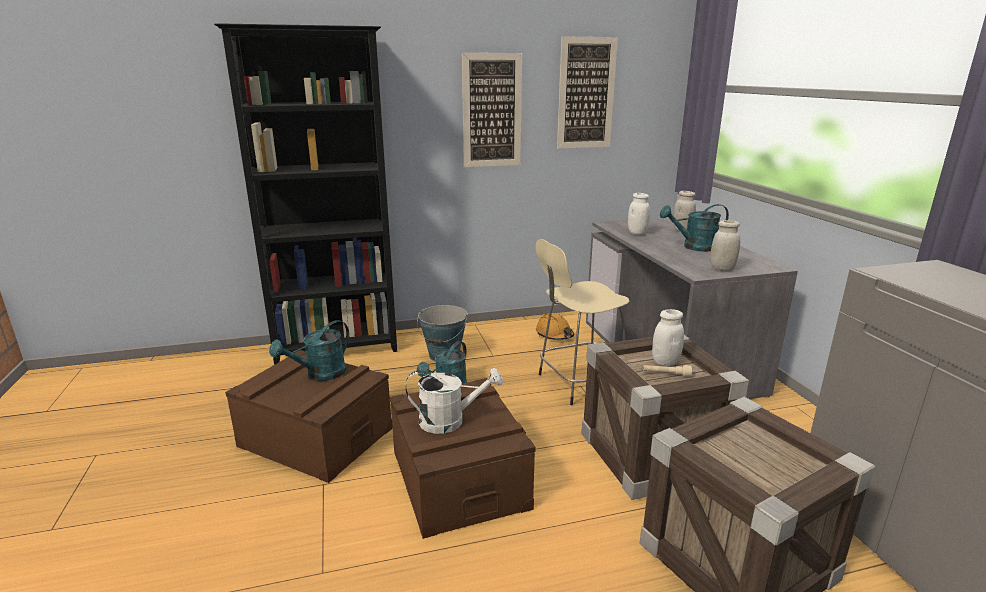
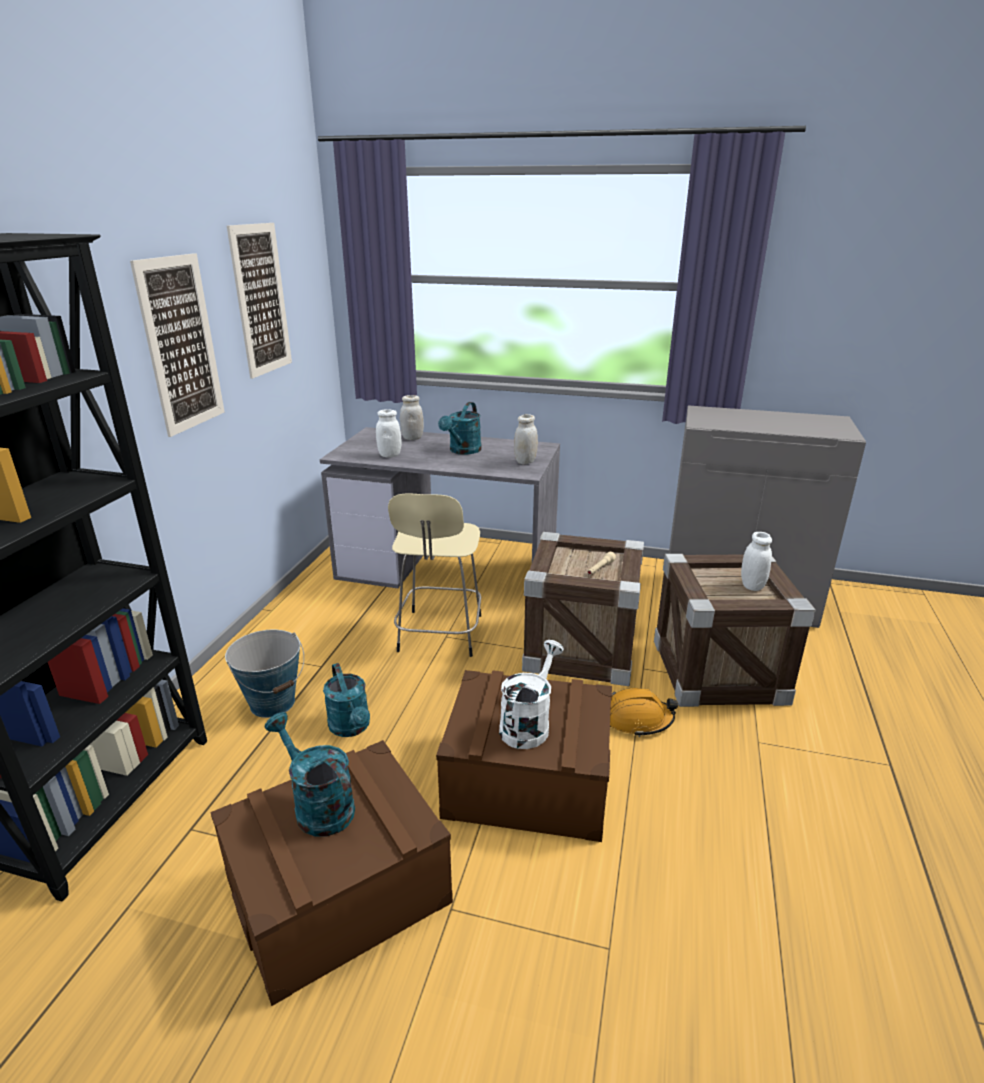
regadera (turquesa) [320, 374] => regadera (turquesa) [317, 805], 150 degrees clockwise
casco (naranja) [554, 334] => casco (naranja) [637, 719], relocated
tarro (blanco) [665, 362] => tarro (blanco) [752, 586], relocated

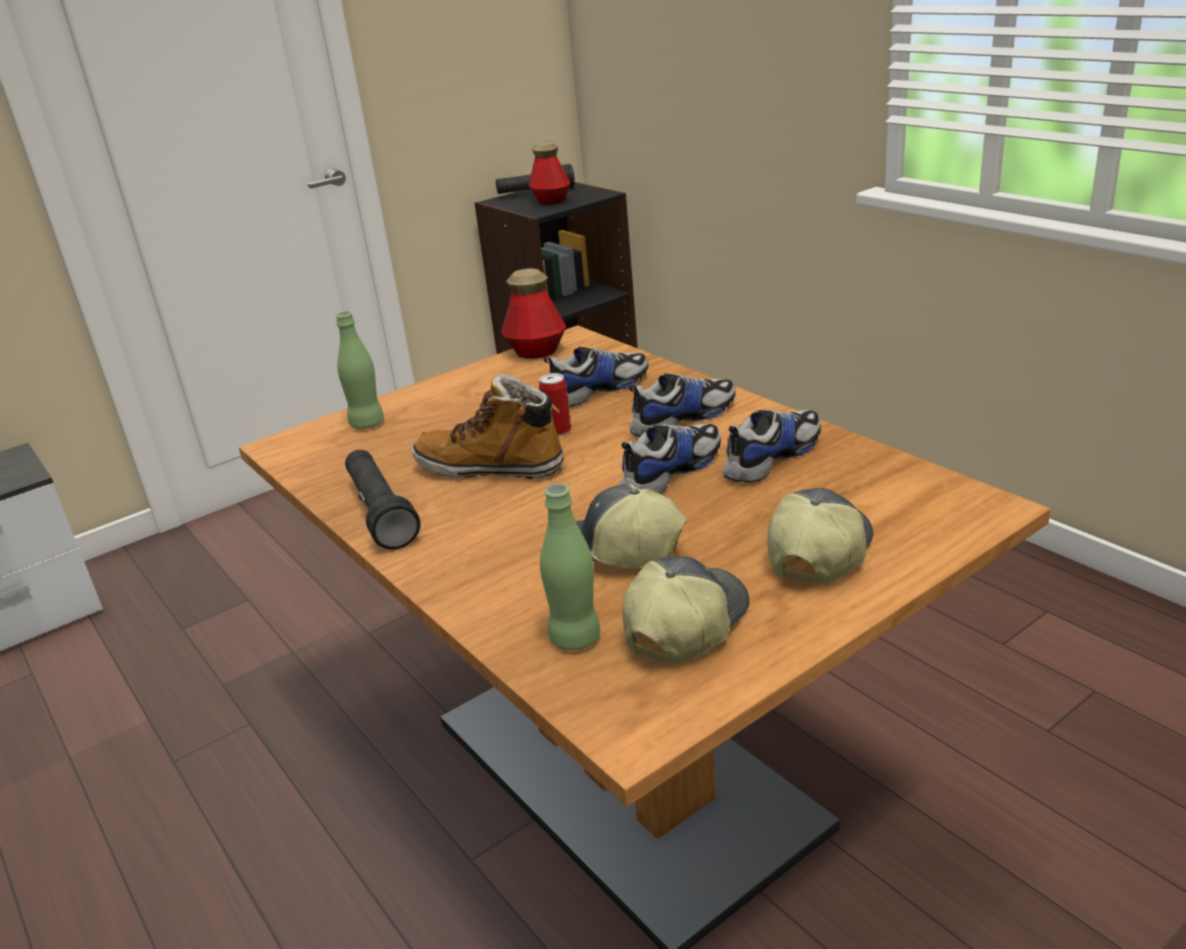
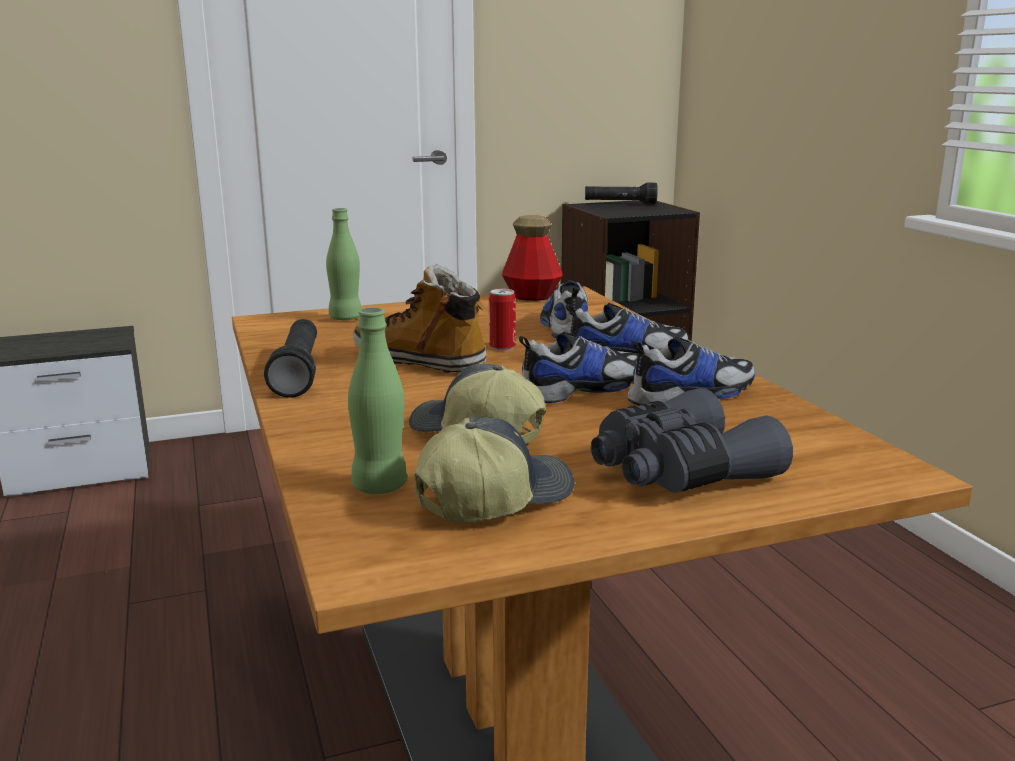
zapato [597, 389] => zapato [563, 327], 75 degrees counterclockwise
gorra [818, 552] => prismáticos (gris) [678, 471]
botella [551, 201] => nothing

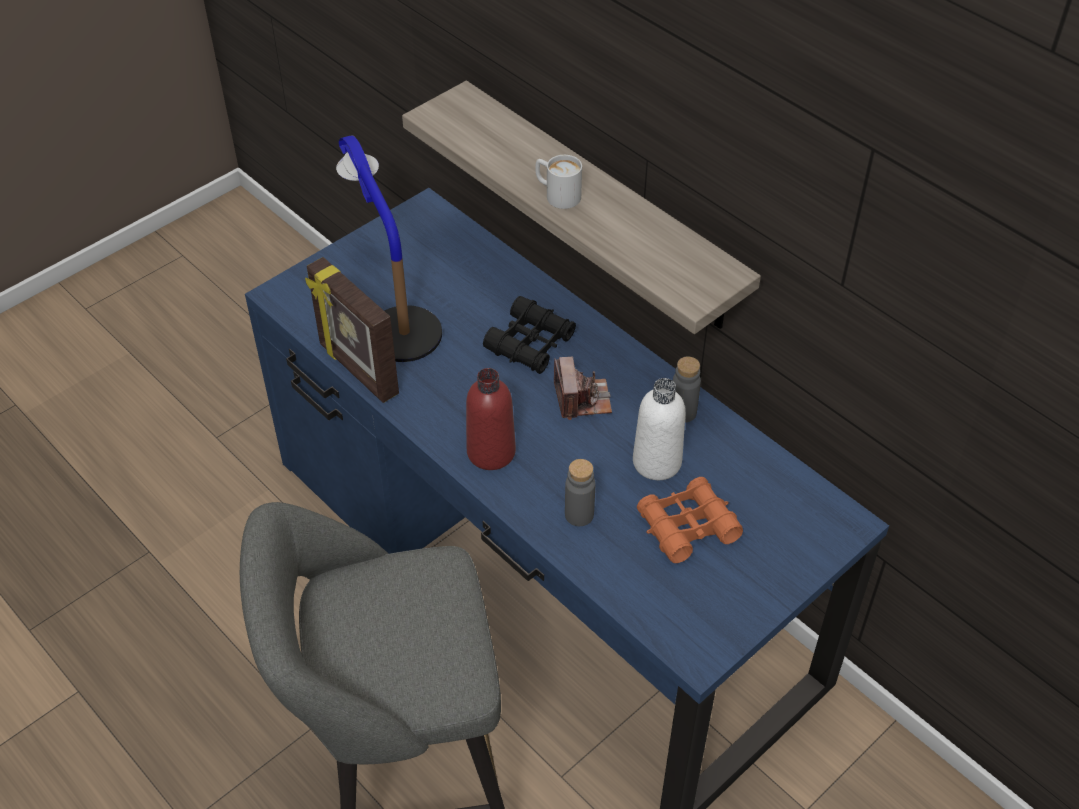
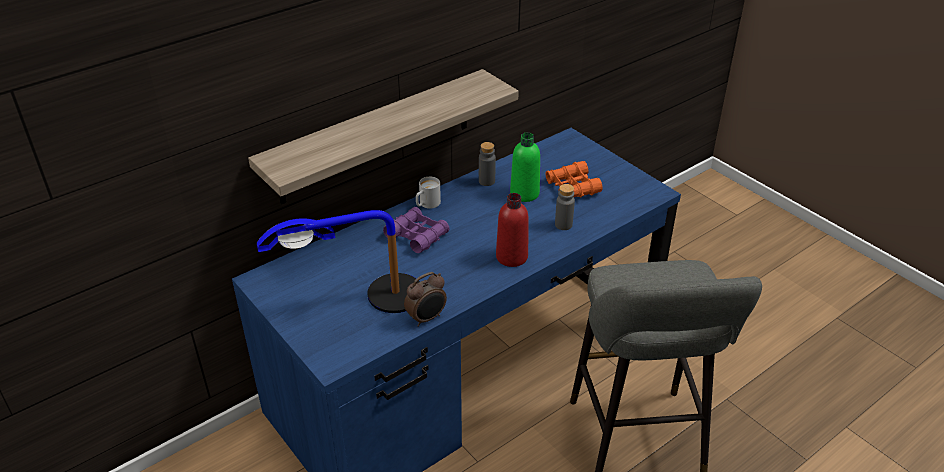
prismáticos (negro) [530, 343] => prismáticos (morado) [417, 236]
portarretratos [357, 370] => despertador [427, 318]
taza grande (blanco) [557, 194] => taza grande (blanco) [427, 204], relocated
botella (blanco) [657, 462] => botella (verde) [524, 193]
cámara [582, 399] => nothing

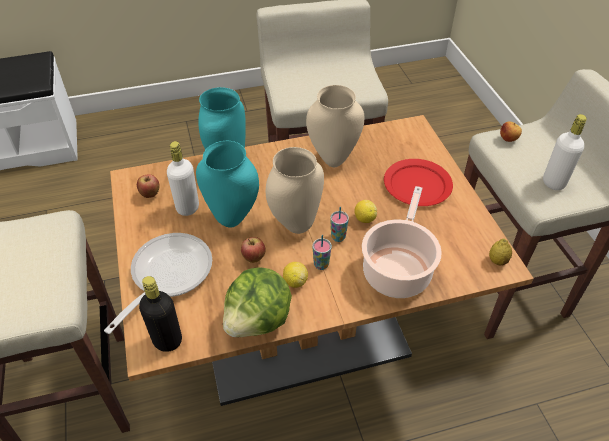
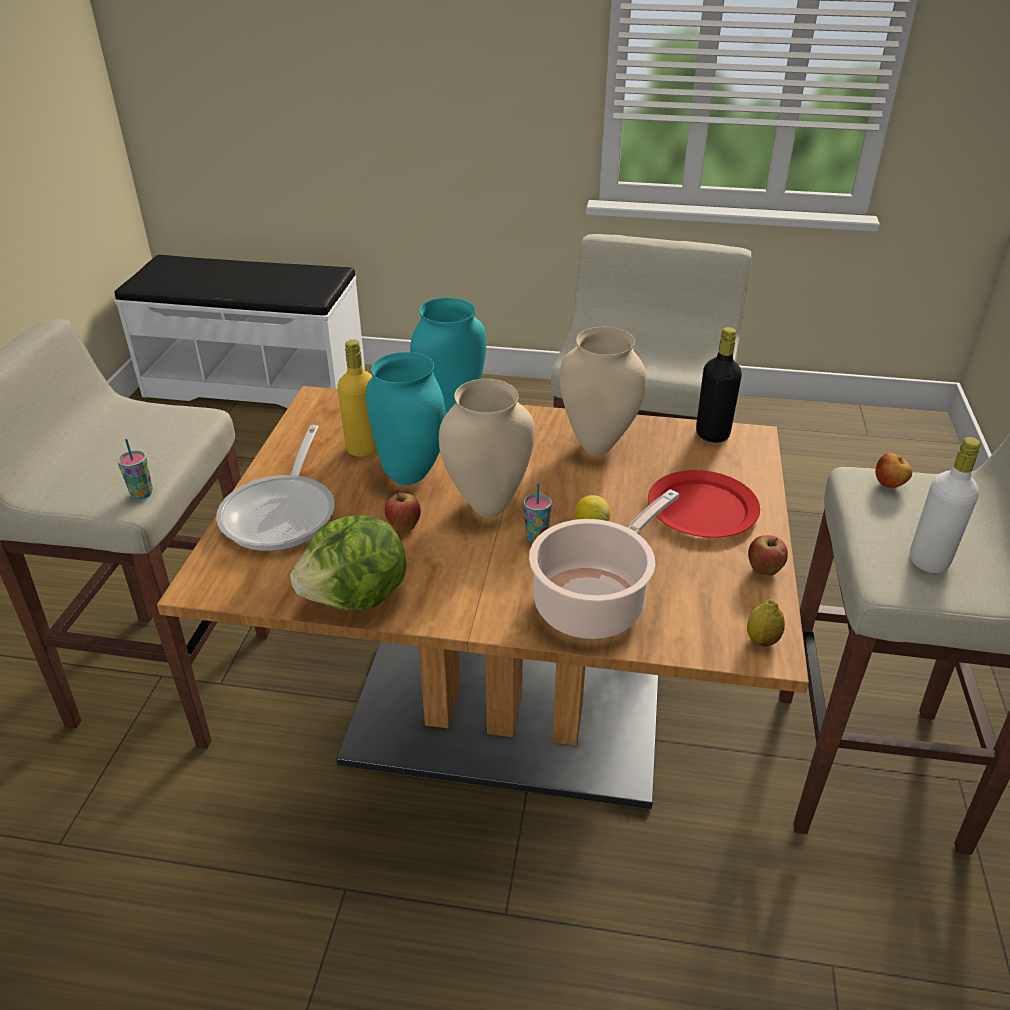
taza [321, 265] => taza [142, 494], relocated
sartén [167, 275] => sartén [283, 512], 135 degrees clockwise
botella (blanco) [187, 208] => botella (amarillo) [363, 448]
botella (negro) [167, 340] => botella (negro) [712, 434], relocated
manzana [150, 195] => manzana [763, 571], relocated
limón [295, 281] => nothing

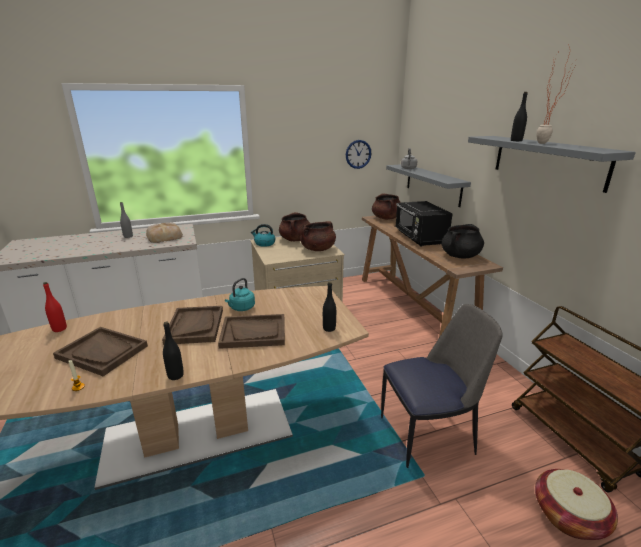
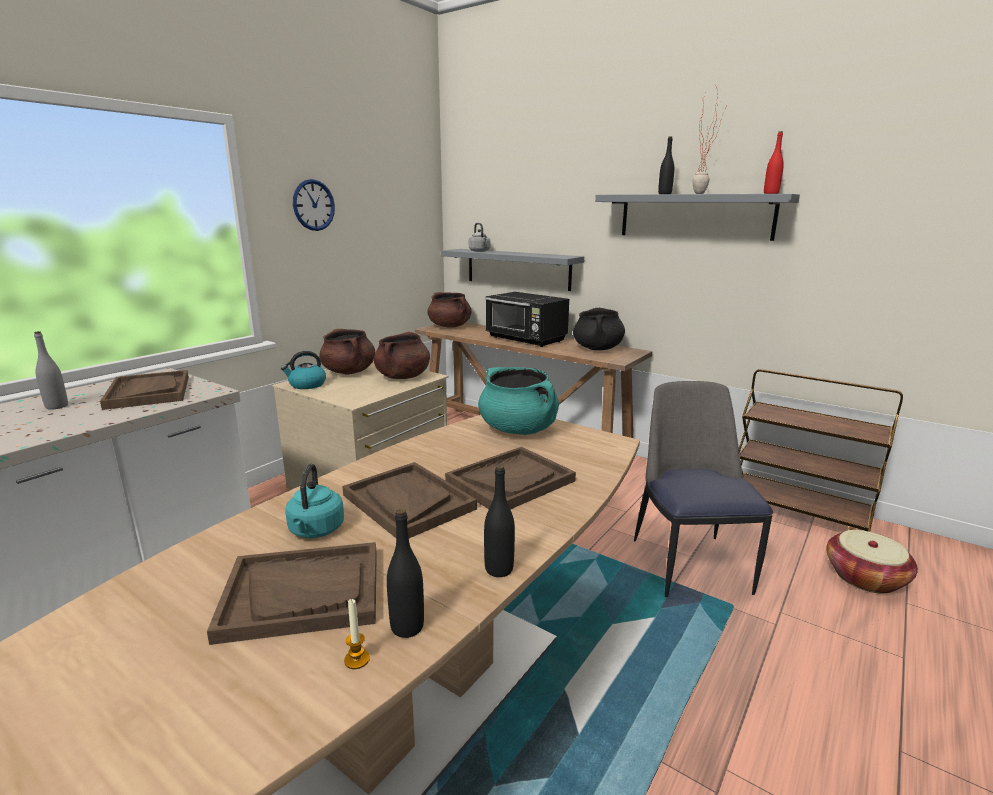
pan [165, 236] => bandeja (marrón) [148, 392]
hervidor (turquesa) [241, 308] => hervidor (turquesa) [315, 531], relocated
reloj de pared [358, 154] => reloj de pared [313, 205], relocated
botella (negro) [329, 328] => botella (negro) [407, 627], relocated
nothing => olla (turquesa) [518, 429]
silla [428, 434] => silla [689, 563], 45 degrees counterclockwise
botella (rojo) [59, 329] => botella (rojo) [771, 193], relocated

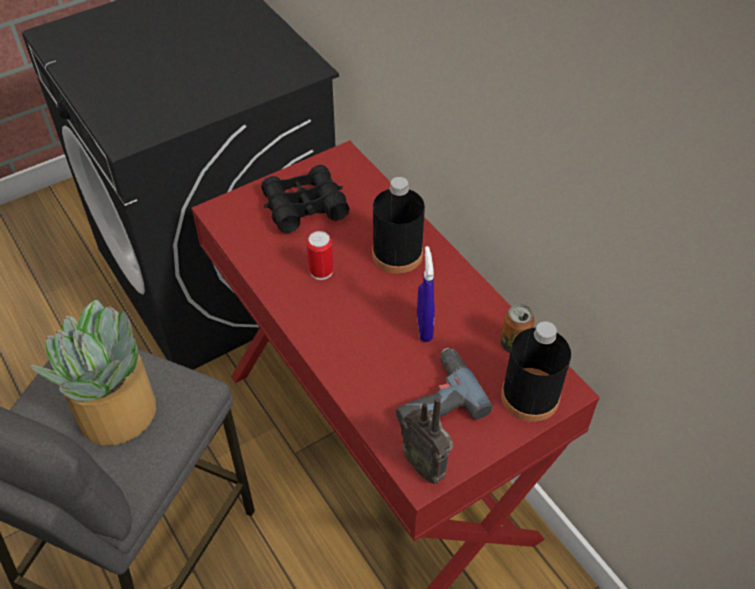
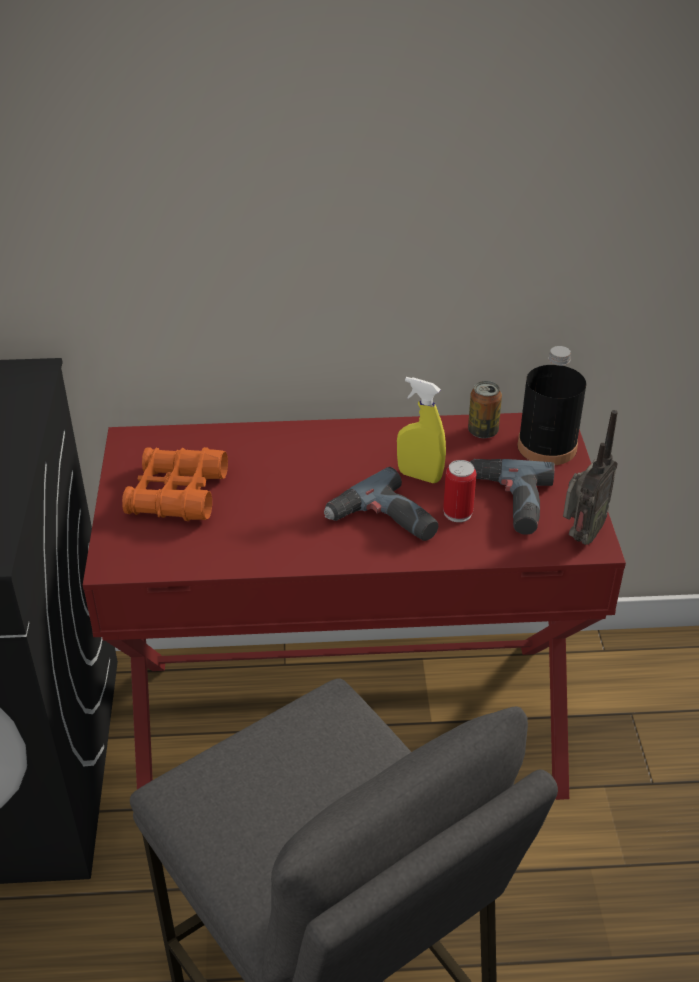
prismáticos (negro) [304, 206] => prismáticos (naranja) [177, 494]
nothing => taladro [383, 523]
pulverizador (azul) [424, 328] => pulverizador (amarillo) [419, 476]
lata [321, 271] => lata [457, 513], relocated
radio [426, 464] => radio [580, 537], 45 degrees counterclockwise
planta en maceta [116, 414] => nothing
botella (negro) [397, 254] => nothing

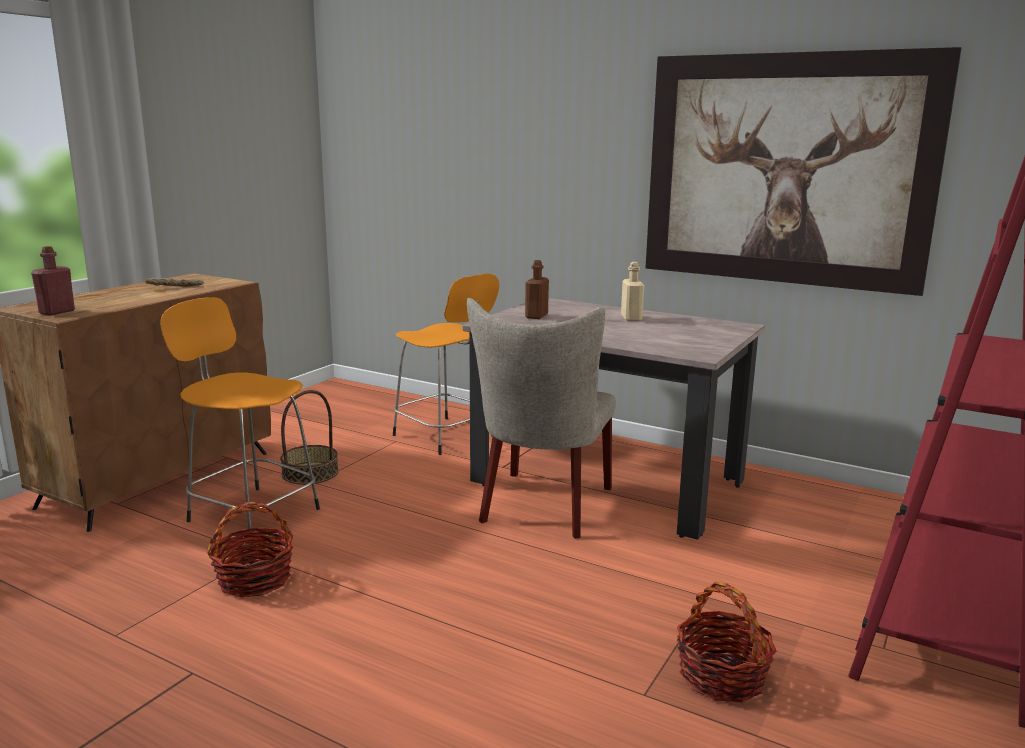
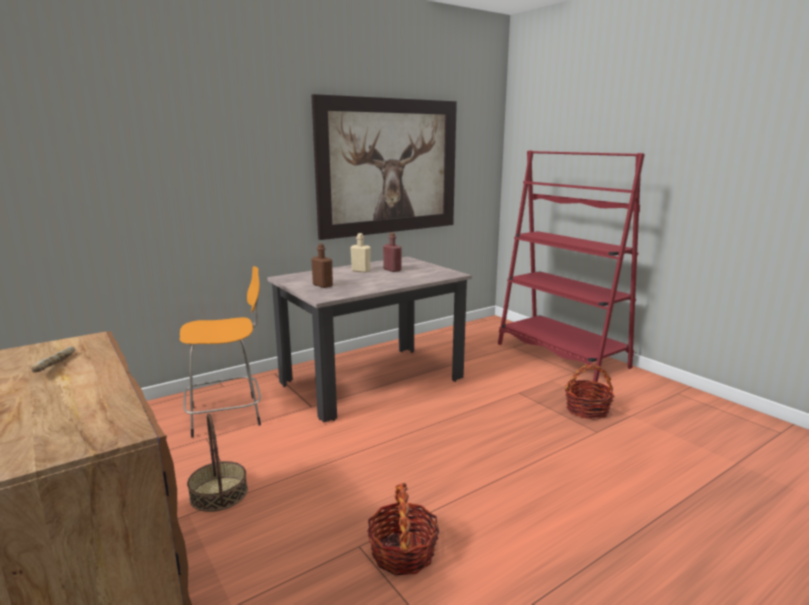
botella (rojo) [57, 312] => botella (rojo) [392, 270], relocated
taburete (naranja) [251, 514] => nothing
silla (beis) [543, 508] => nothing

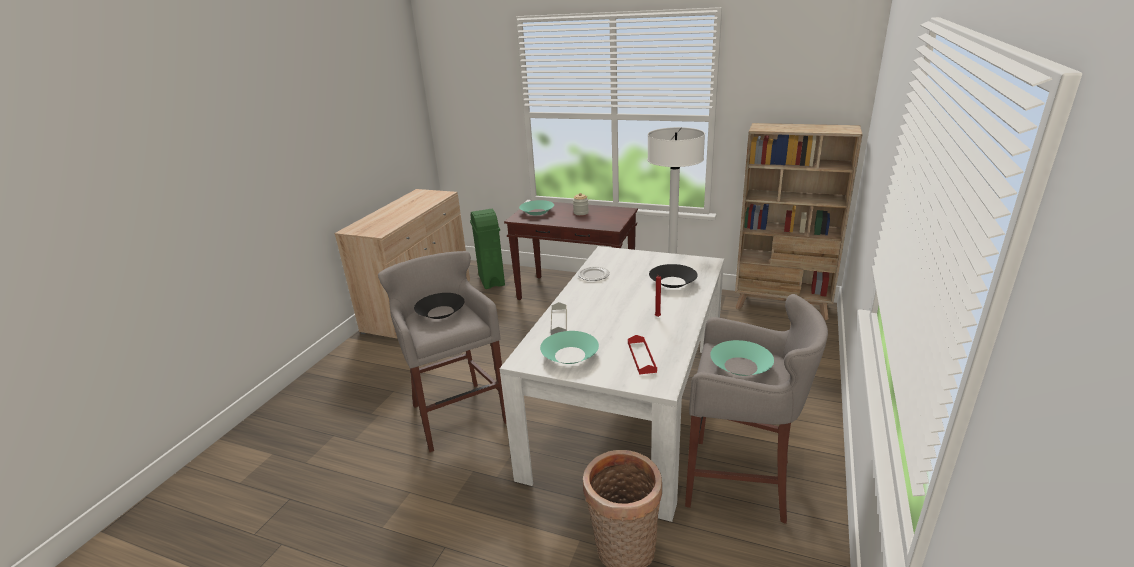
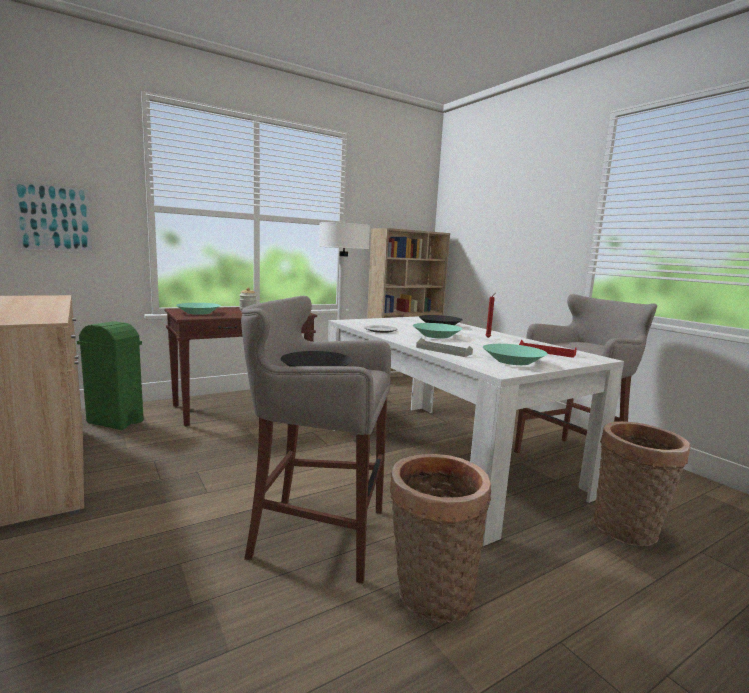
nothing => cuadro [53, 218]
nothing => cesta [430, 595]
cuenco (turquesa) [740, 366] => cuenco (turquesa) [436, 336], relocated

